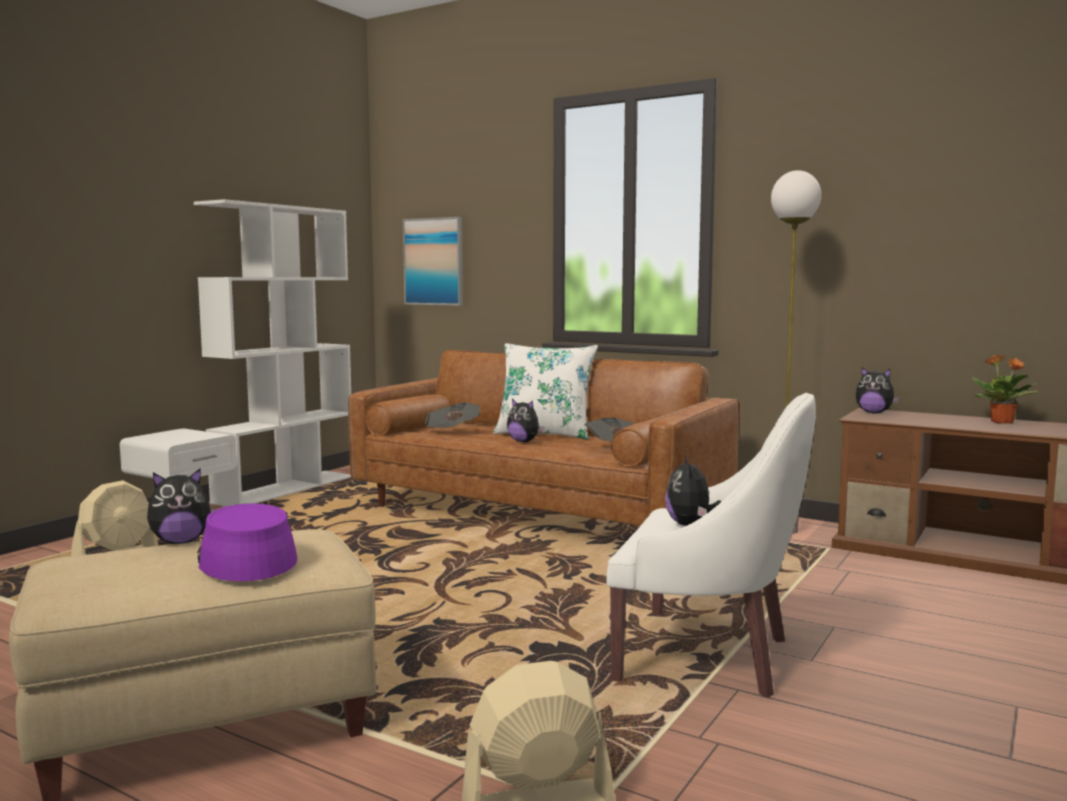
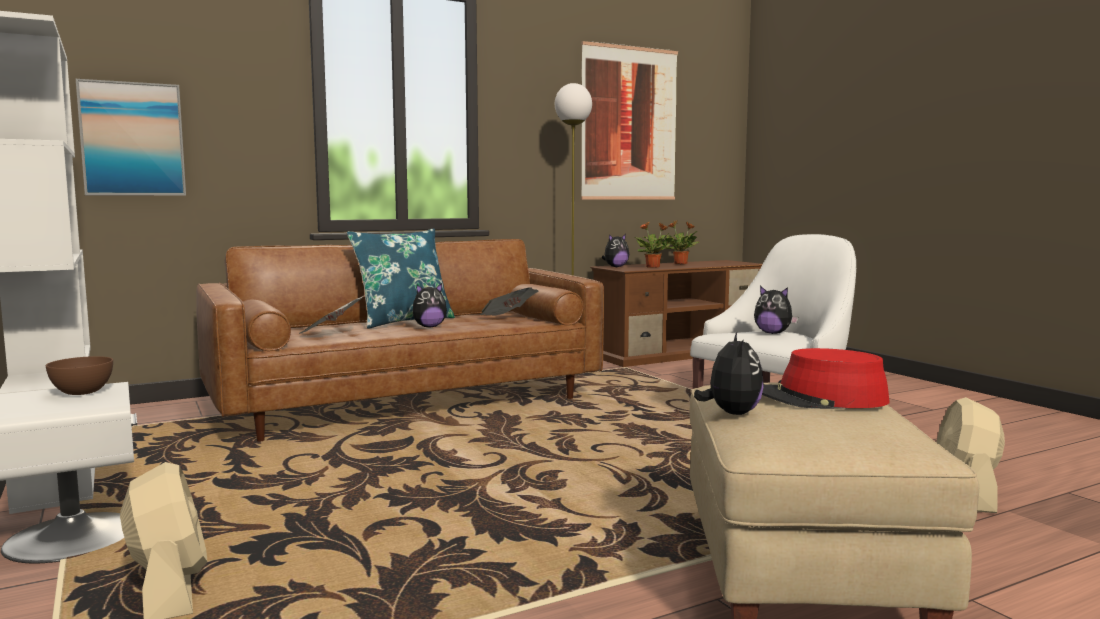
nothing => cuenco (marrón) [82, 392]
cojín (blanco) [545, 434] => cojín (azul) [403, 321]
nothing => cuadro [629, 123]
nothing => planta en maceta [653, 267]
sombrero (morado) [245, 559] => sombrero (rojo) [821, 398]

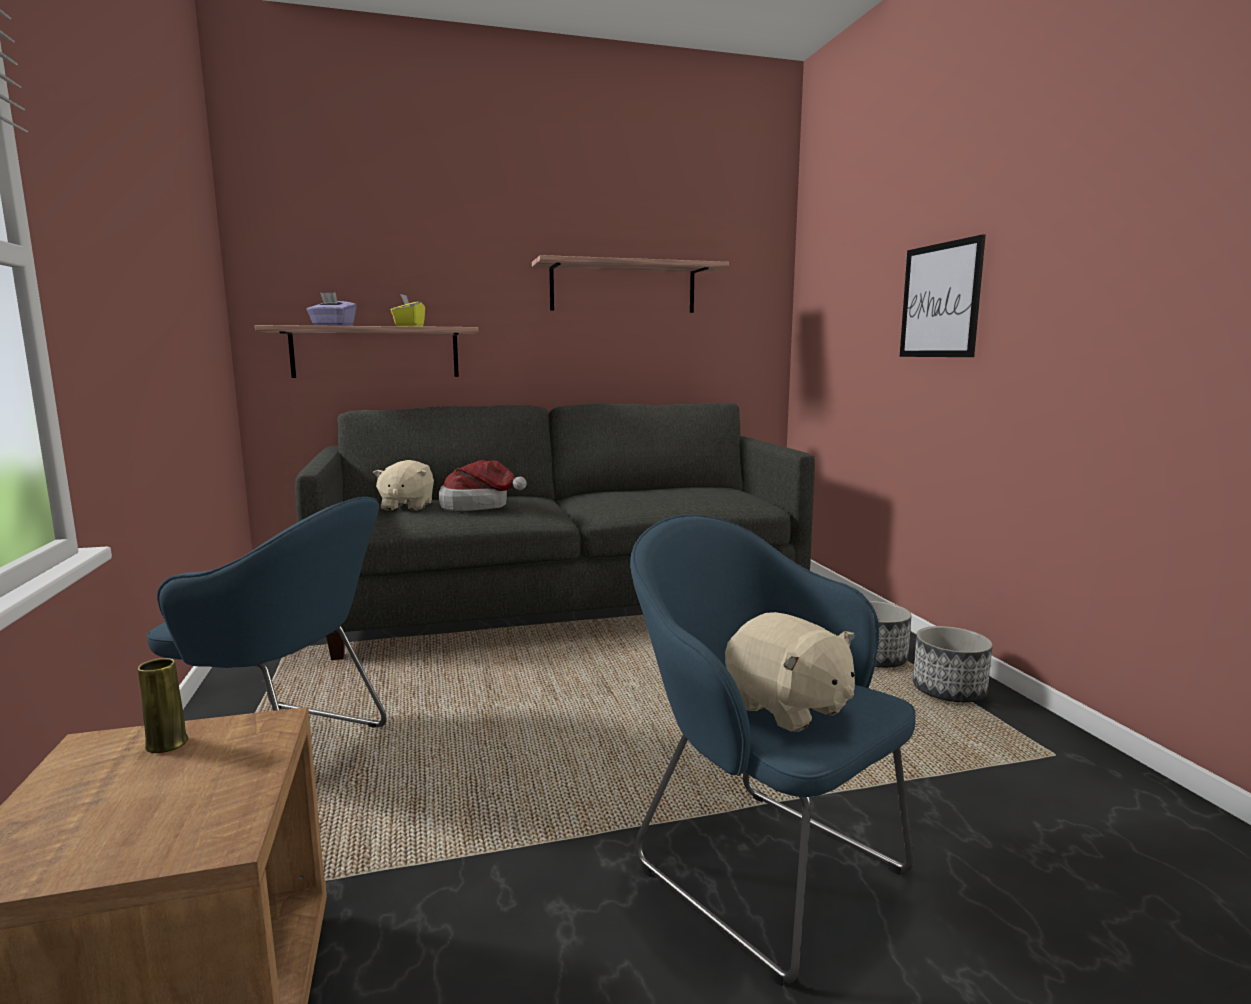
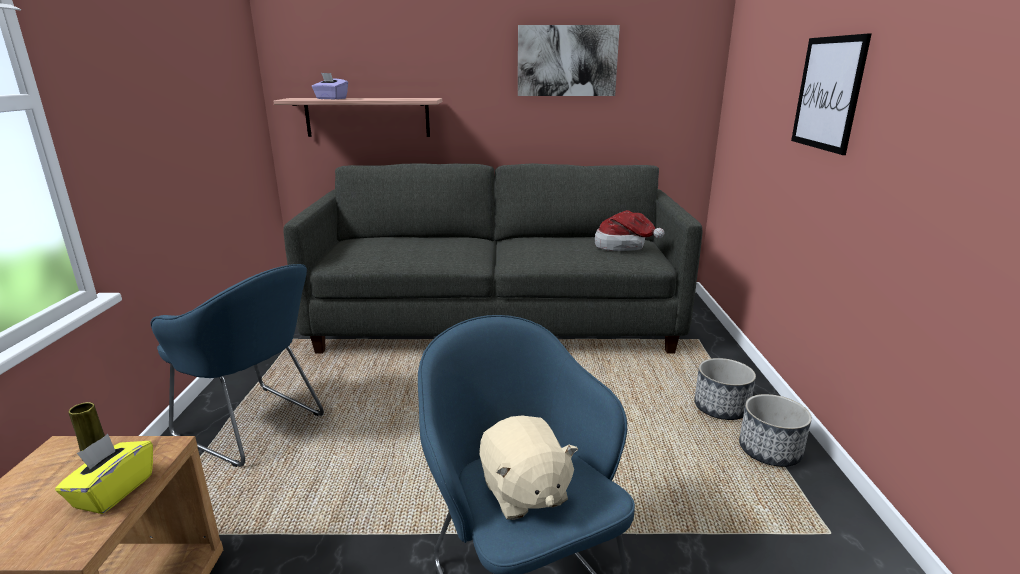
caja de pañuelos (amarillo) [409, 326] => caja de pañuelos (amarillo) [113, 491], relocated
estante [623, 288] => cuadro [567, 61]
sombrero [480, 506] => sombrero [624, 246], relocated
peluche (beis) [406, 506] => nothing

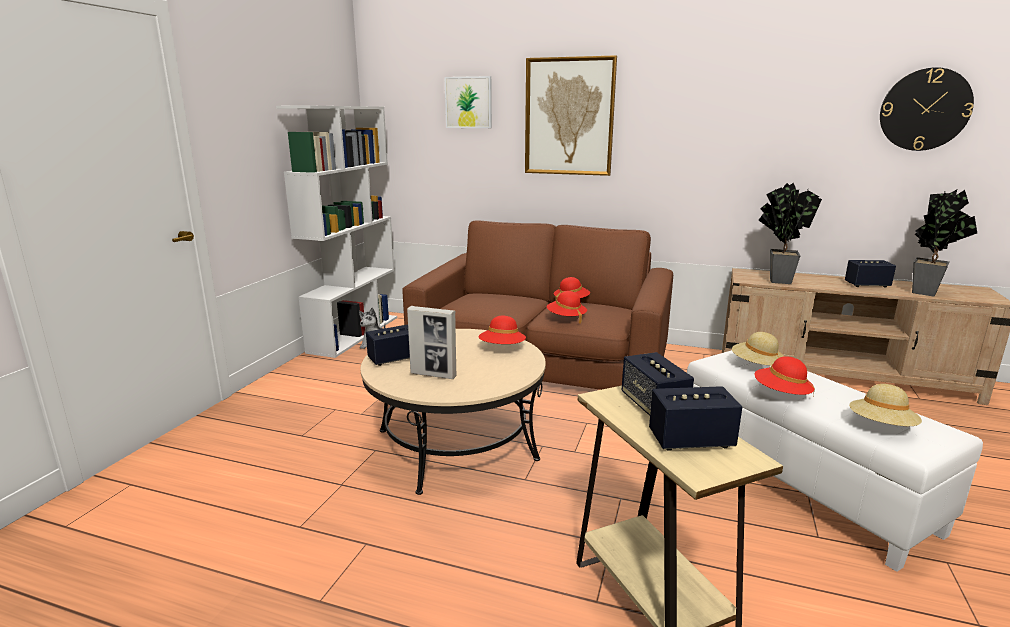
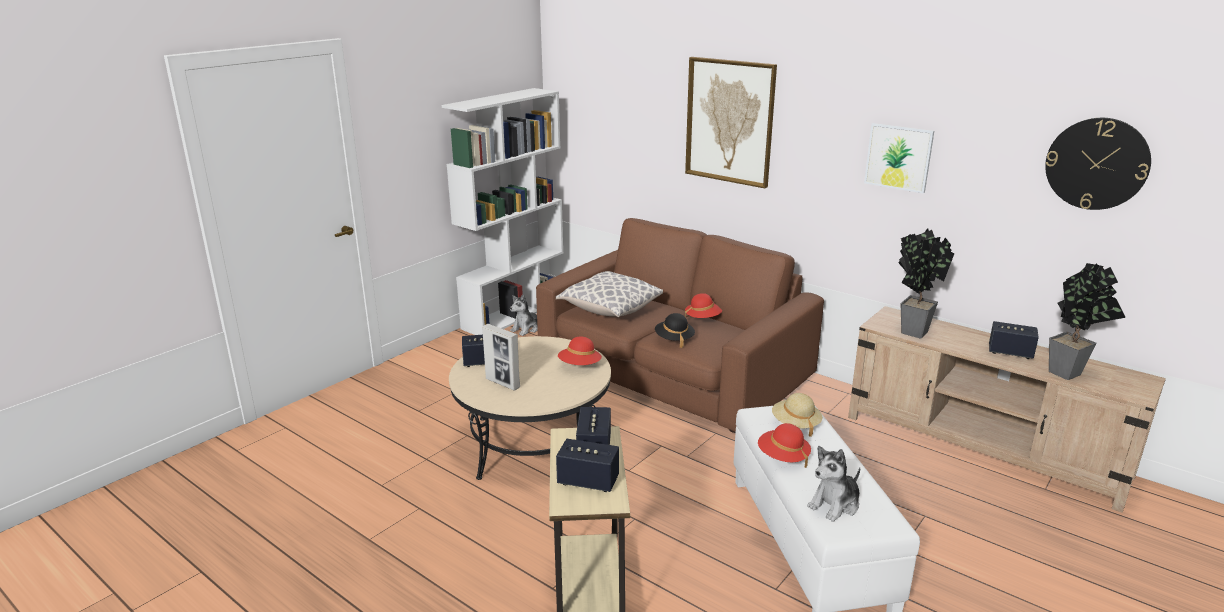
nothing => cojín [609, 309]
sombrero (rojo) [566, 318] => sombrero (negro) [674, 339]
sombrero (beis) [881, 426] => peluche [835, 505]
cuadro [468, 102] => cuadro [898, 157], relocated

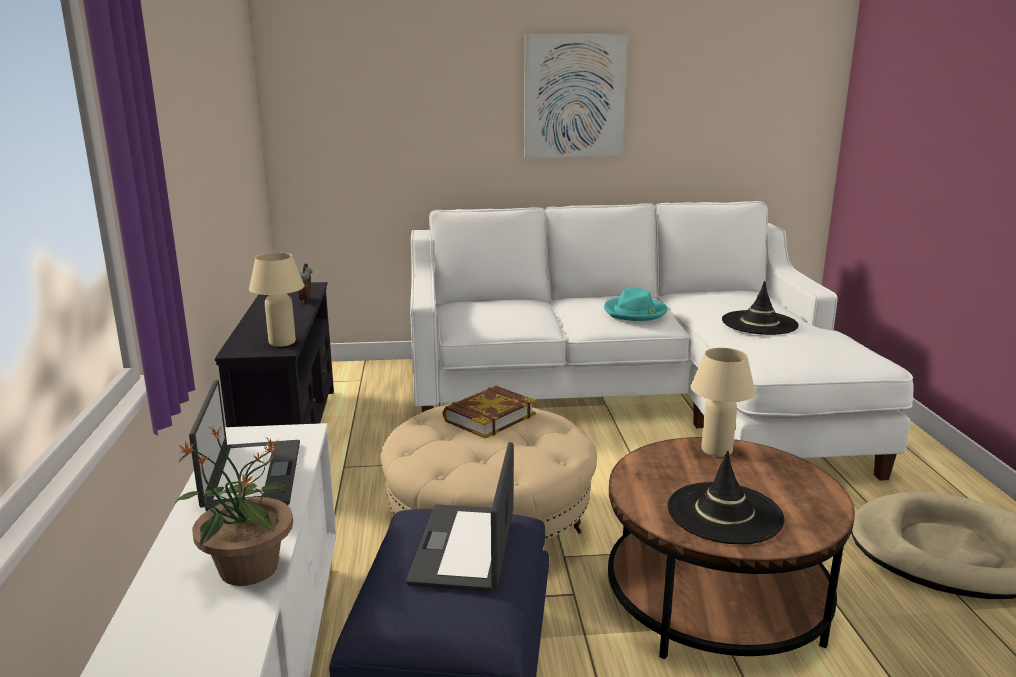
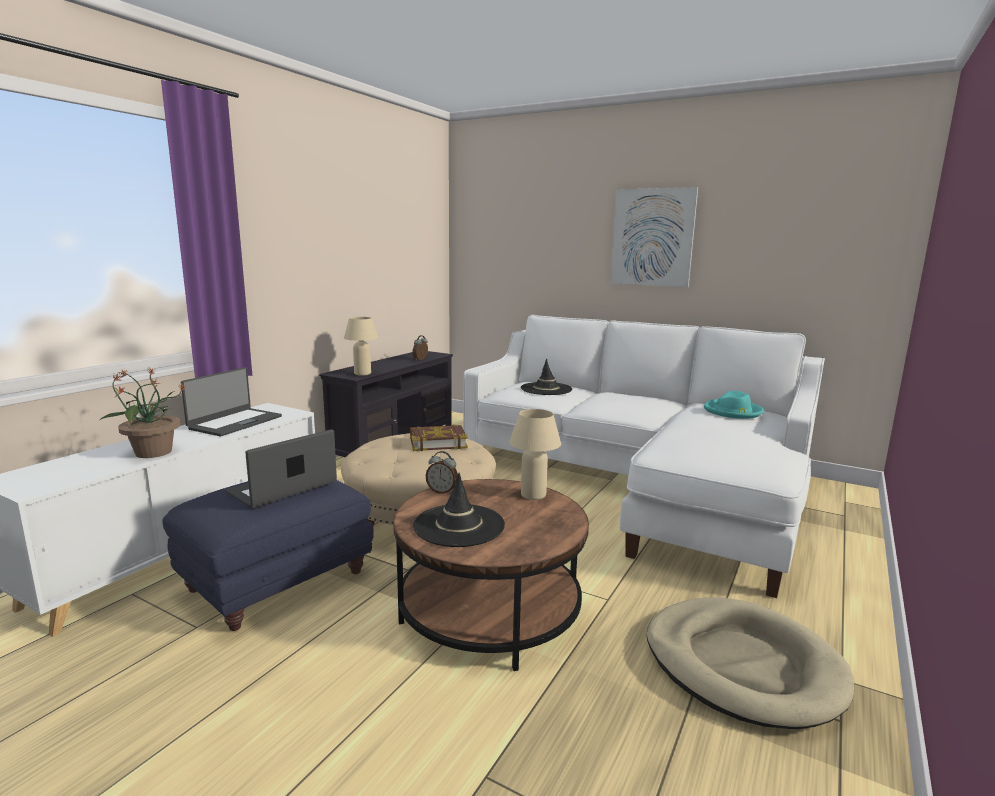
nothing => despertador [442, 491]
sombrero (negro) [759, 323] => sombrero (negro) [546, 389], relocated
sombrero (turquesa) [635, 312] => sombrero (turquesa) [733, 411], relocated

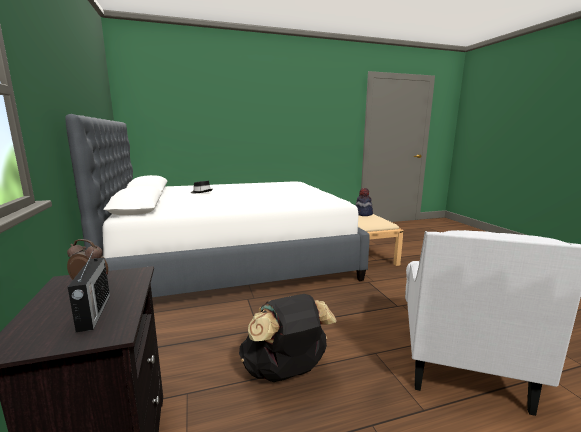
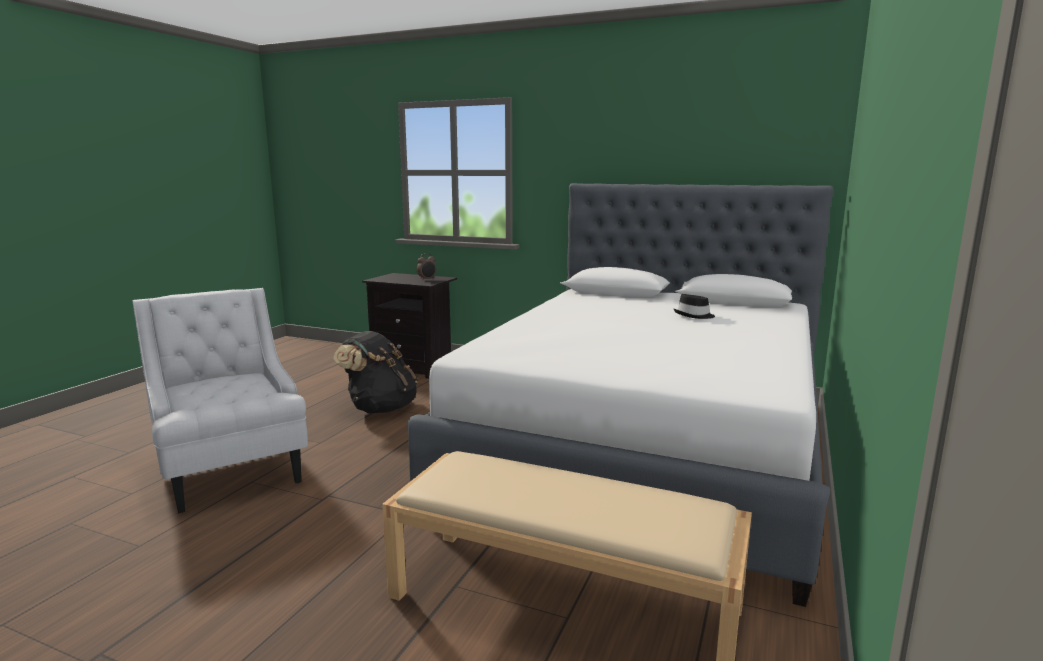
radio [93, 313] => nothing
sombrero [362, 214] => nothing

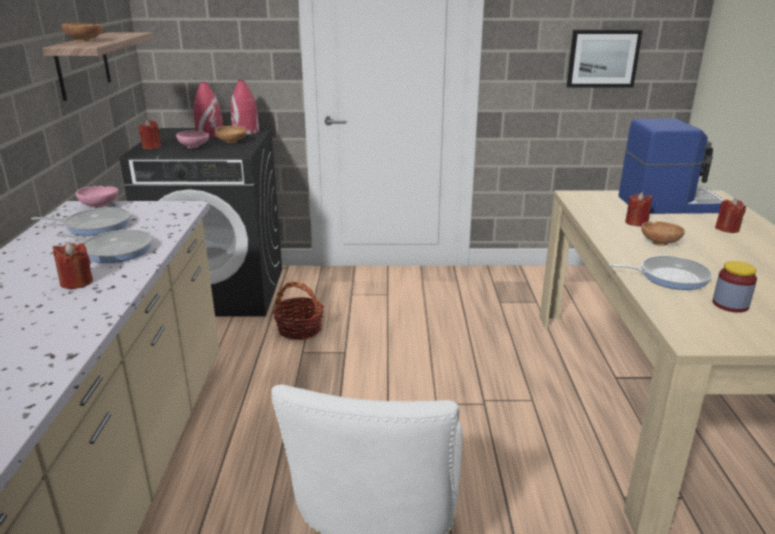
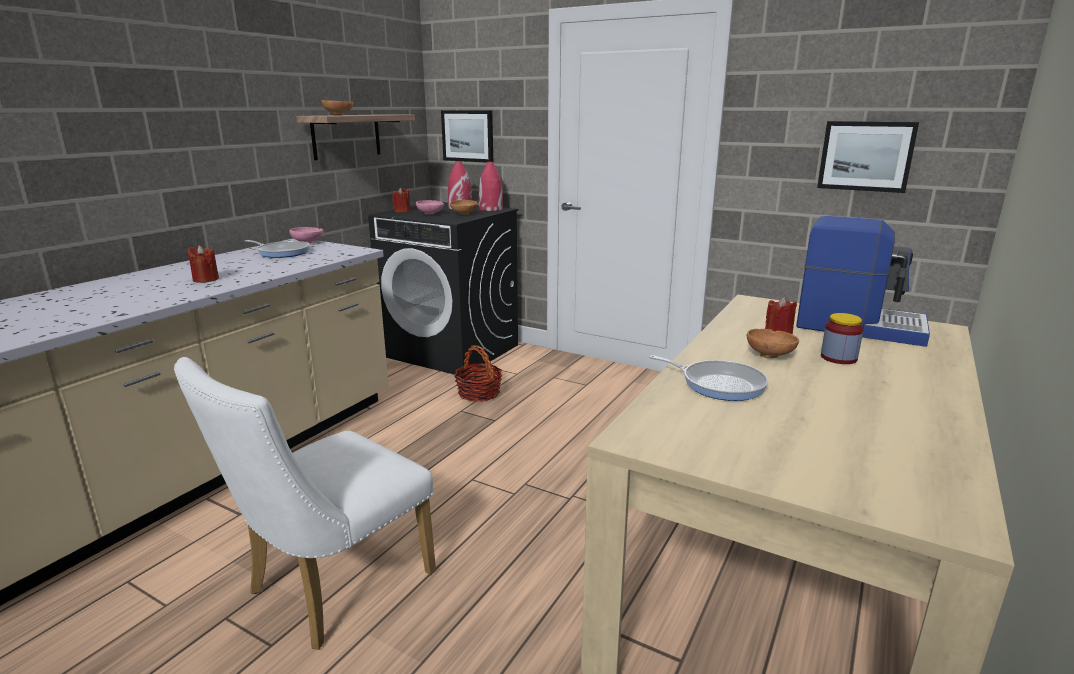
nothing => cuadro [468, 136]
tarro [730, 304] => tarro [838, 358], relocated
sartén [114, 250] => nothing
vela (rojo) [727, 229] => nothing

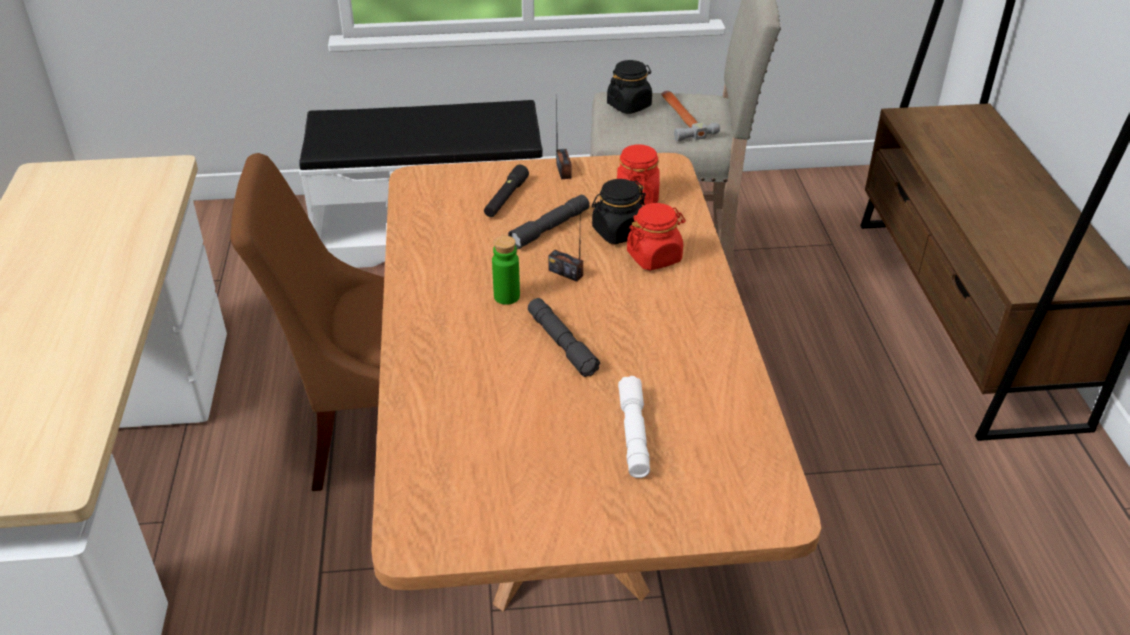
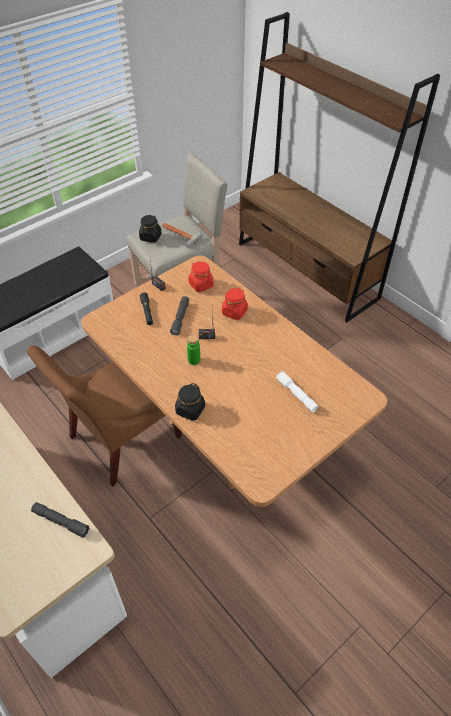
linterna (gris) [561, 344] => linterna (gris) [60, 521], relocated
tarro (negro) [618, 232] => tarro (negro) [190, 410], relocated

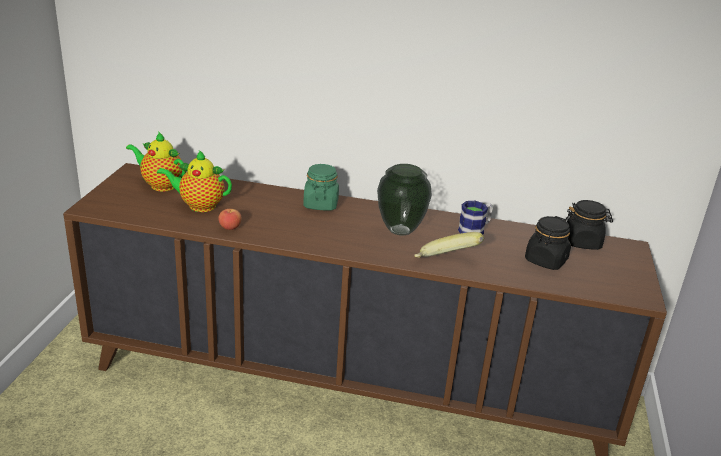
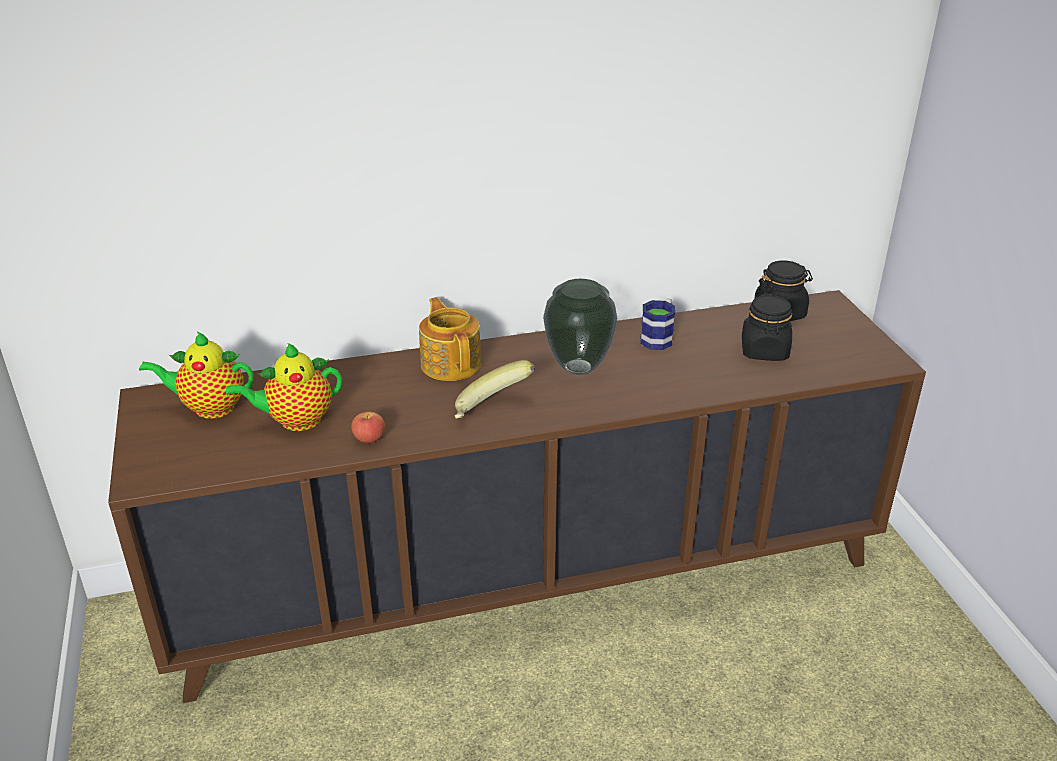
tarro (verde) [321, 204] => tetera [451, 363]
plátano [445, 262] => plátano [492, 410], relocated

